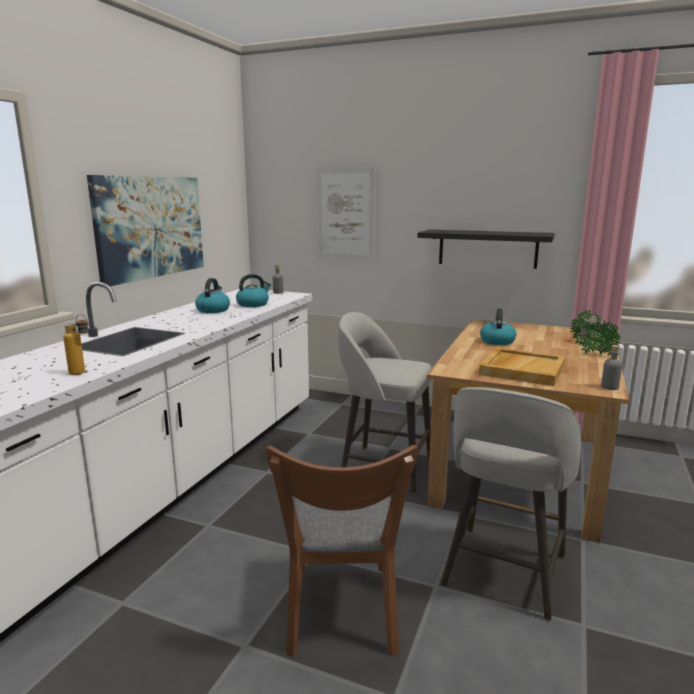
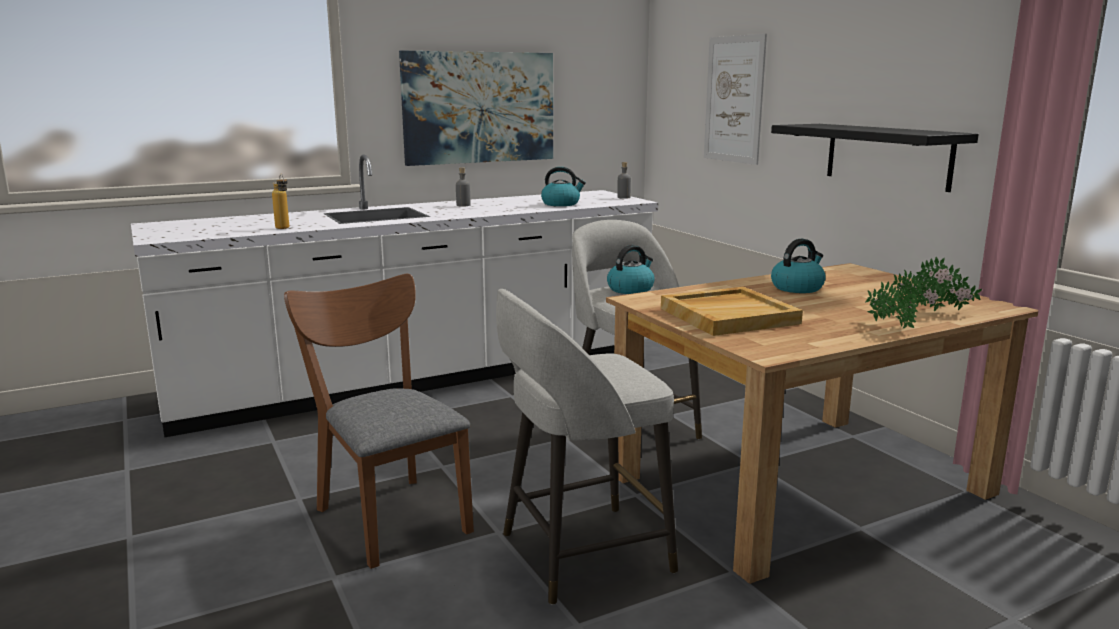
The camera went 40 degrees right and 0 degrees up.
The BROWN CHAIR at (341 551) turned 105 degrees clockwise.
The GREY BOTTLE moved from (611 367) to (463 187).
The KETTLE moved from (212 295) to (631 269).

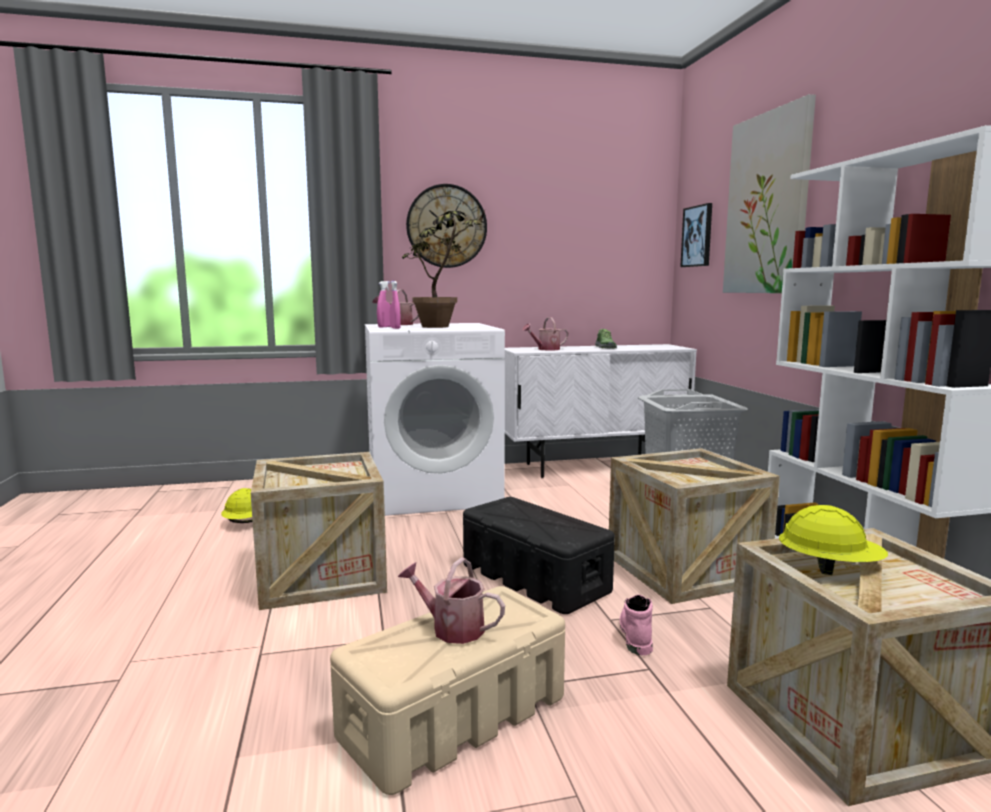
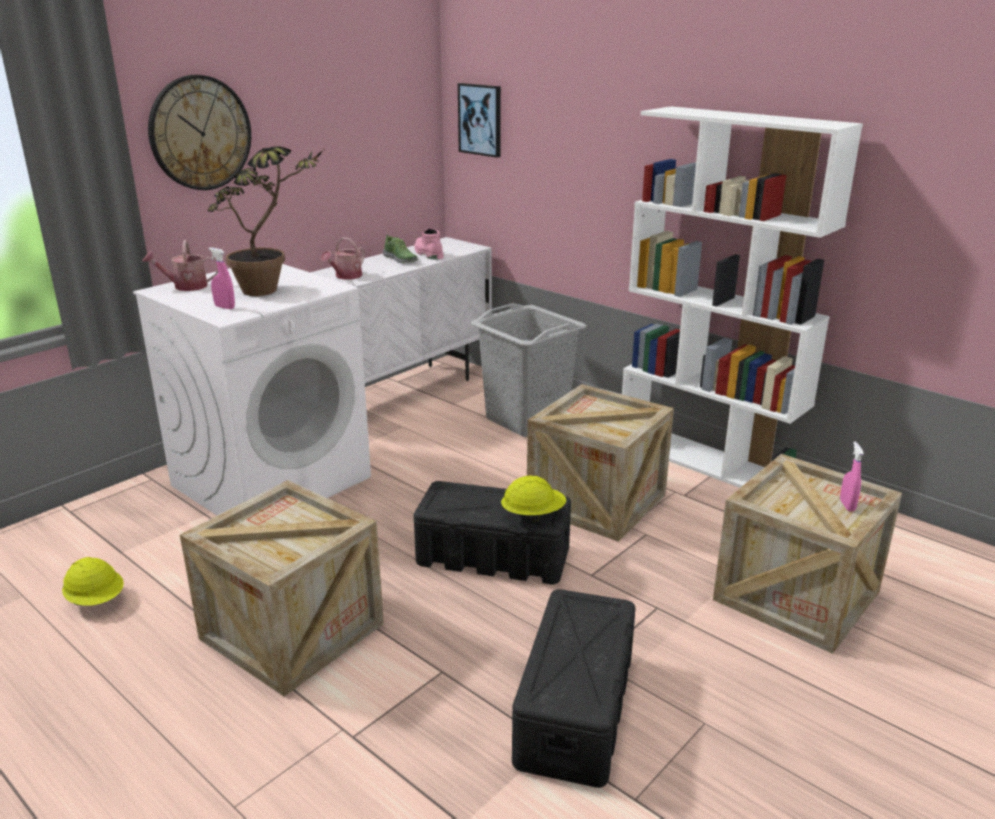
The camera went 35 degrees left and 15 degrees up.
The PINK BOOT moved from (636 625) to (429 244).
The YELLOW HARD HAT moved from (833 540) to (533 499).
The BEIGE STORAGE BOX at (447 690) became the BLACK STORAGE BOX at (573 688).
The PINK SPRAY BOTTLE moved from (383 304) to (852 477).
The WATERING CAN at (451 600) disappeared.
The PICTURE at (769 193) disappeared.

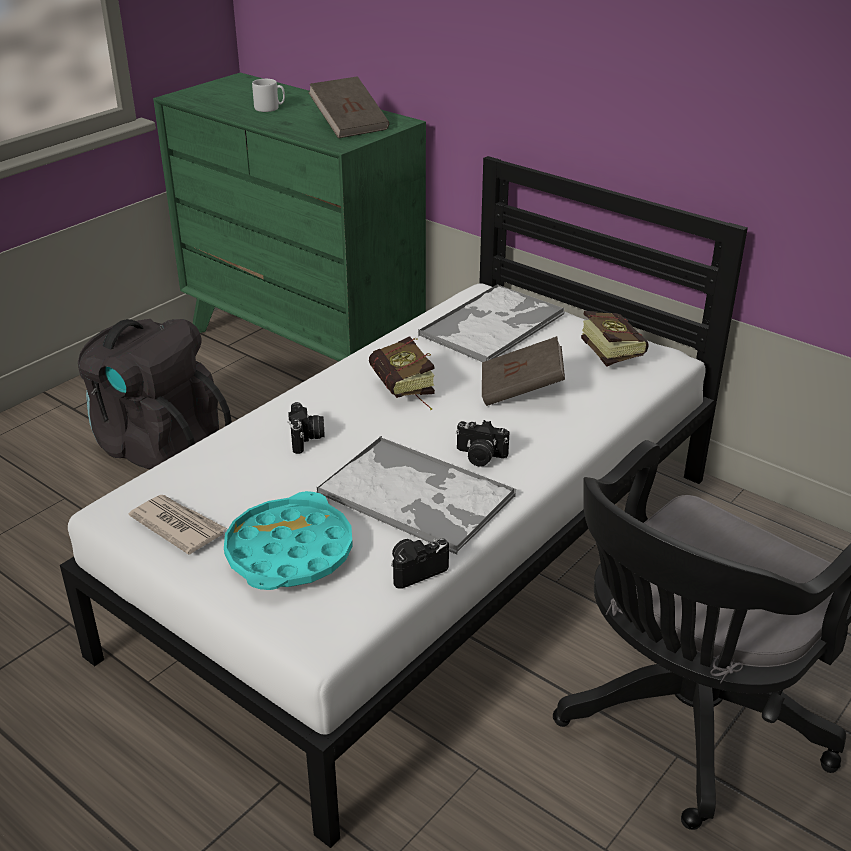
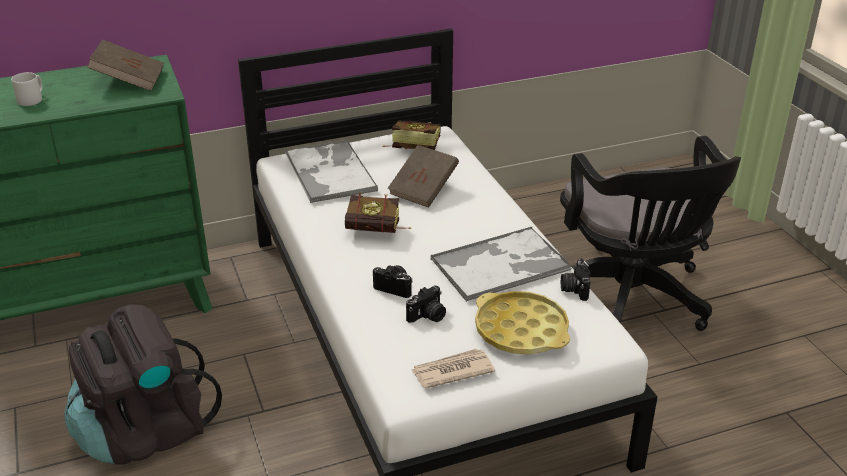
The camera went 60 degrees left and 0 degrees up.
The PHOTO CAMERA moved from (482 443) to (426 304).
The TURQUOISE TRAY at (288 540) became the YELLOW TRAY at (522 322).

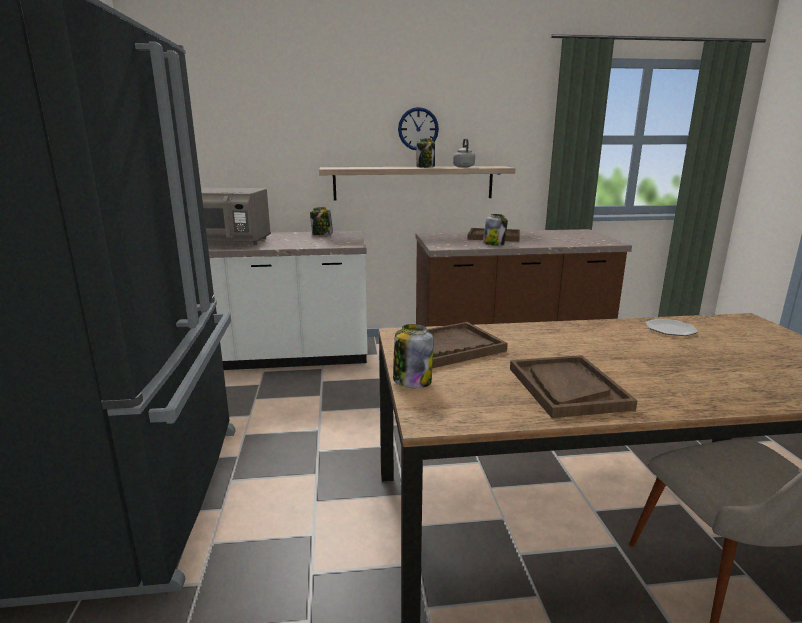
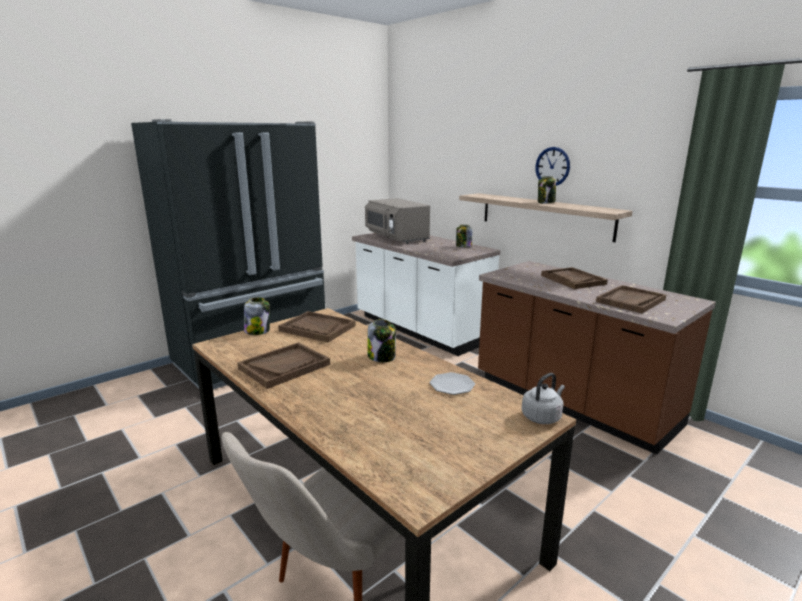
The camera went 55 degrees right and 0 degrees up.
The JAR moved from (495 230) to (381 340).
The GREY KETTLE moved from (464 152) to (543 398).
The BROWN TRAY at (631 299) appeared.

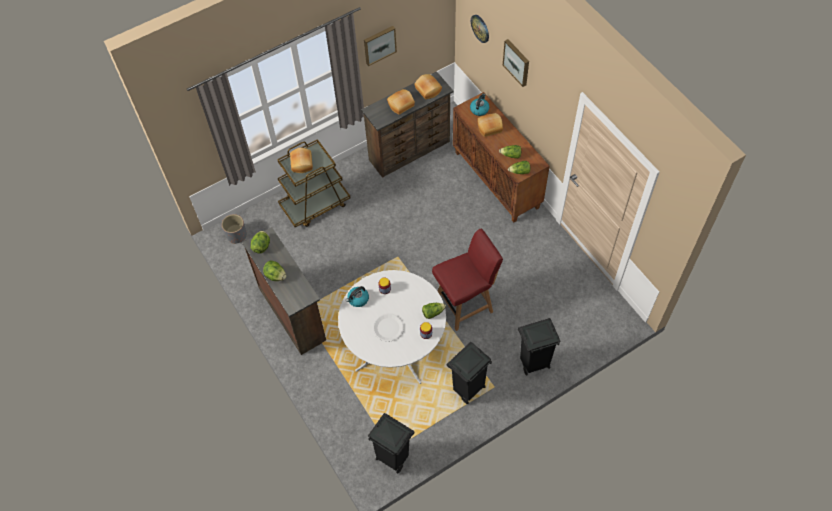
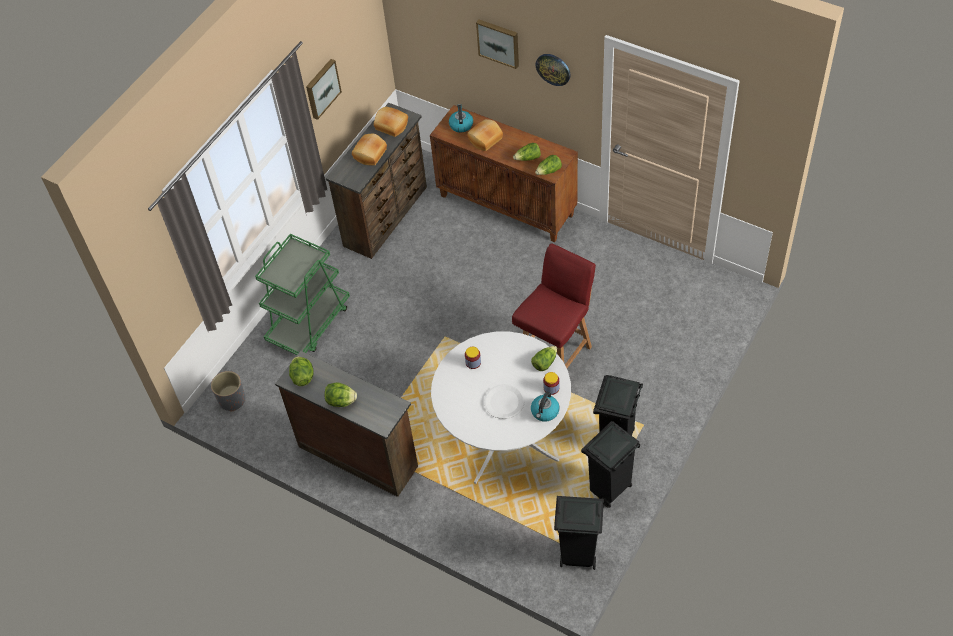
The camera went 25 degrees left and 5 degrees down.
The BROWN CART at (314 183) became the GREEN CART at (302 294).
The KETTLE moved from (357 296) to (545 406).
The WALL CLOCK moved from (480 29) to (553 70).
The BLACK TRASH CAN moved from (539 347) to (610 464).
The BREAD at (301 160) disappeared.

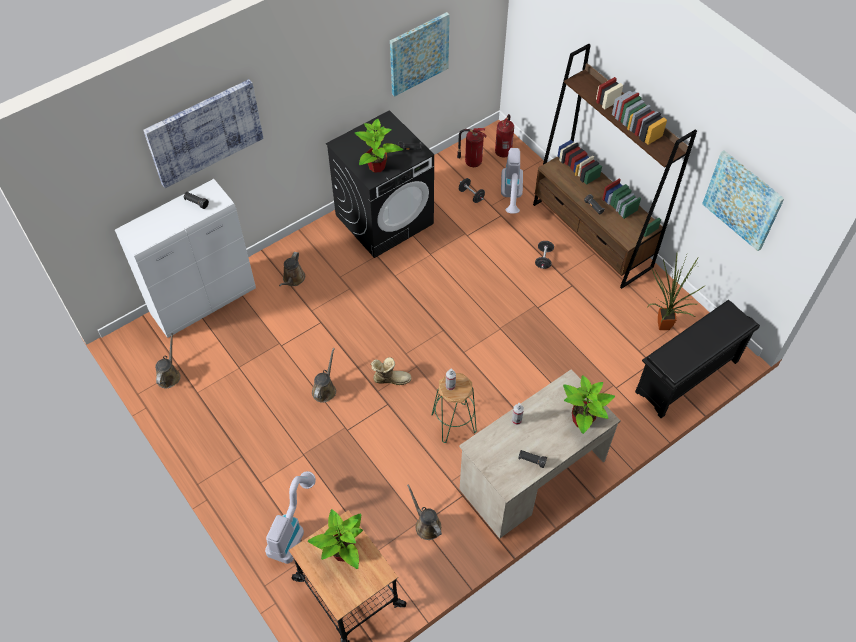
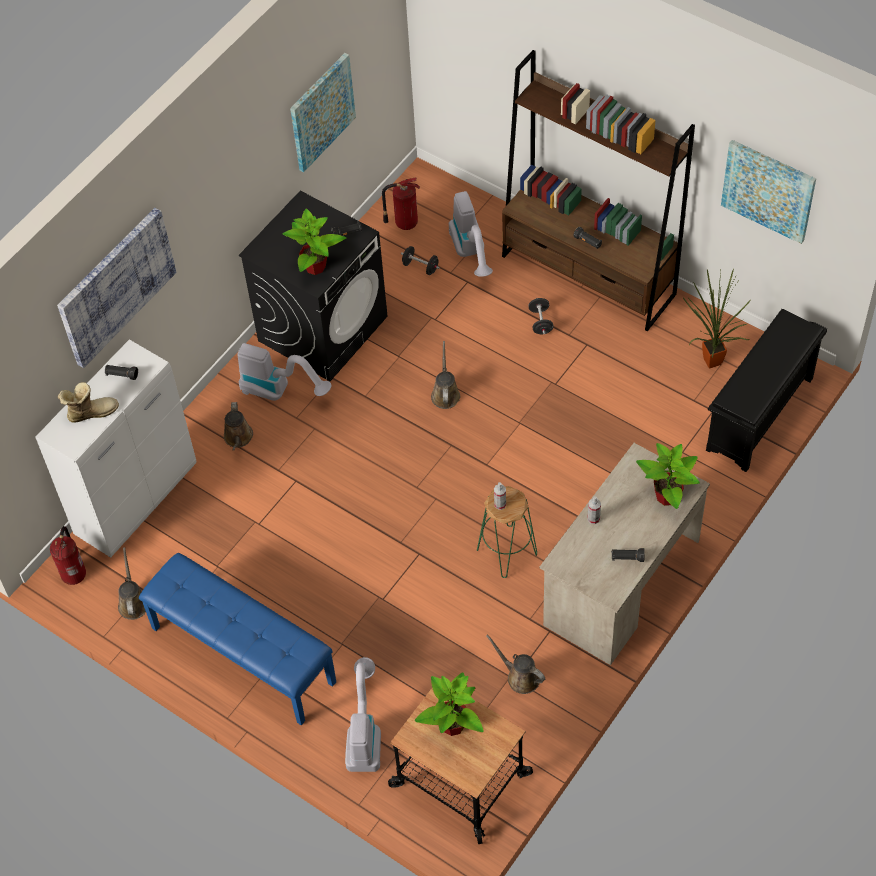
The camera went 15 degrees left and 0 degrees up.
The FIRE EXTINGUISHER moved from (504 135) to (68 555).
The BOOT moved from (391 371) to (88 402).
The BLUE BENCH at (237 639) appeared.
The VACUUM CLEANER at (284 372) appeared.
The BROWN WATERING CAN moved from (324 375) to (445 375).

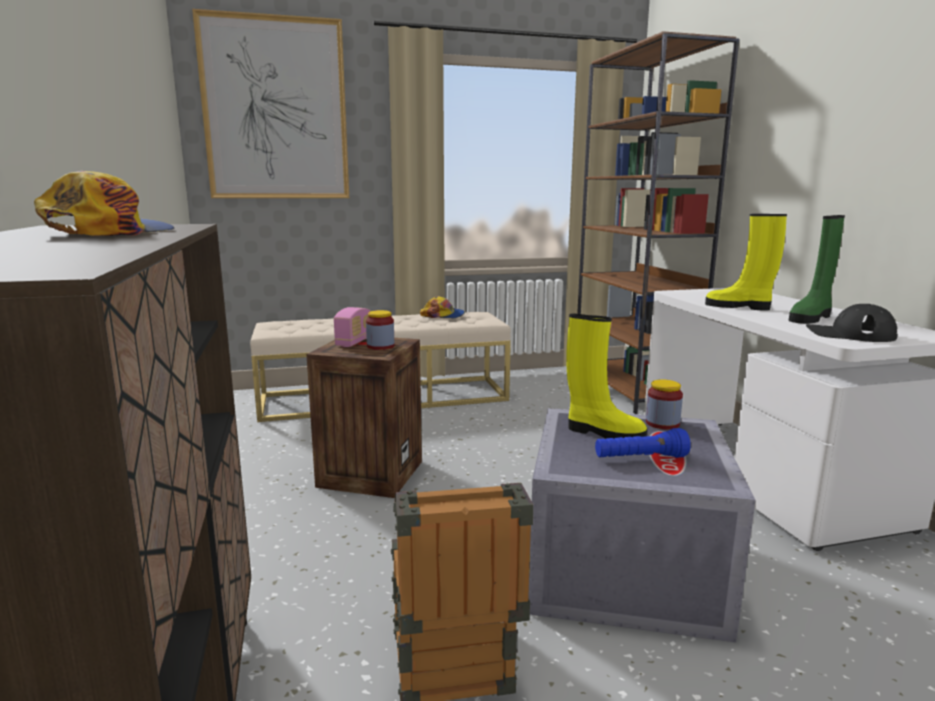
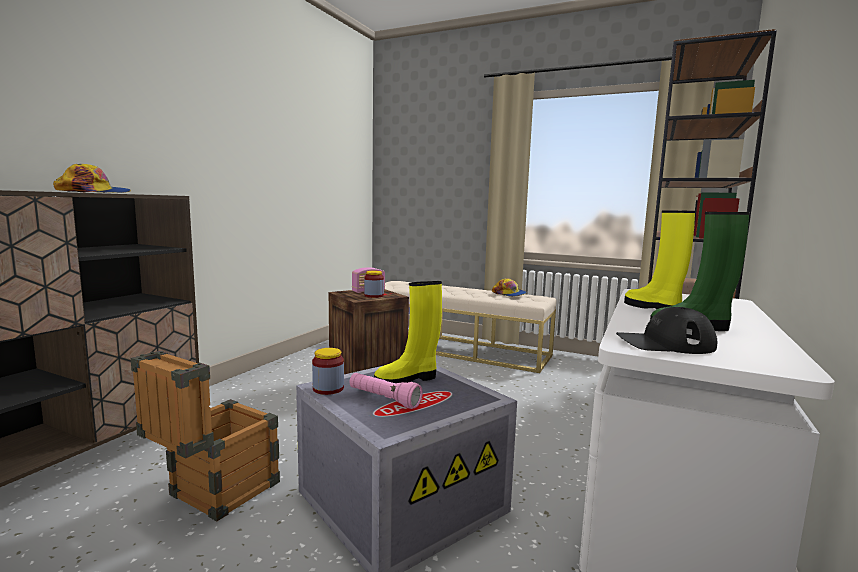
The camera went 40 degrees right and 5 degrees down.
The JAR moved from (664 404) to (328 371).
The BLUE FLASHLIGHT at (643 443) became the PINK FLASHLIGHT at (386 391).
The YELLOW BOOT at (606 376) turned 90 degrees clockwise.
The BLACK CAP at (852 323) turned 60 degrees counterclockwise.
The PICTURE at (270 103) disappeared.

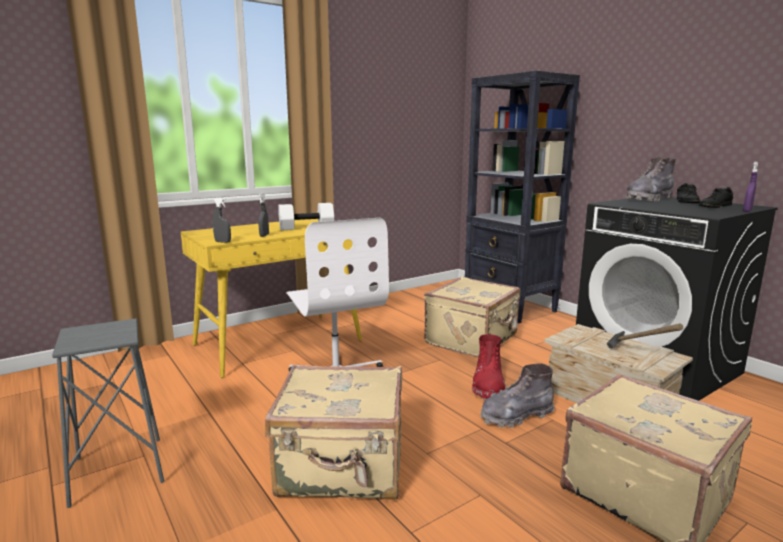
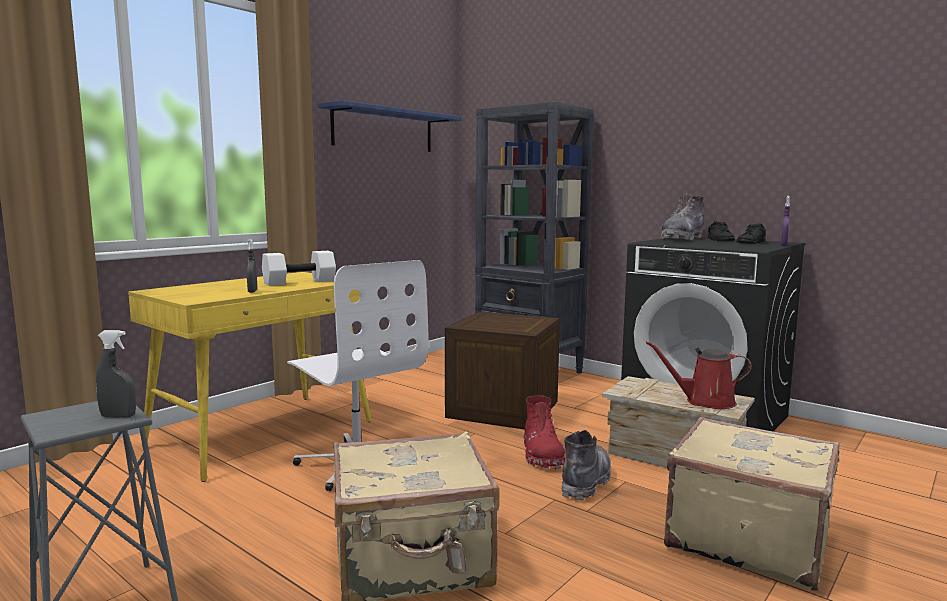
The camera went 15 degrees left and 5 degrees down.
The GREY SPRAY BOTTLE moved from (222 220) to (116 374).
The BLUE SHELF at (390 126) appeared.
The BEIGE SUITCASE at (472 317) was replaced by the CRATE at (502 371).
The GREY BOOT at (518 395) turned 150 degrees clockwise.
The HAMMER at (645 335) was replaced by the RED WATERING CAN at (699 375).

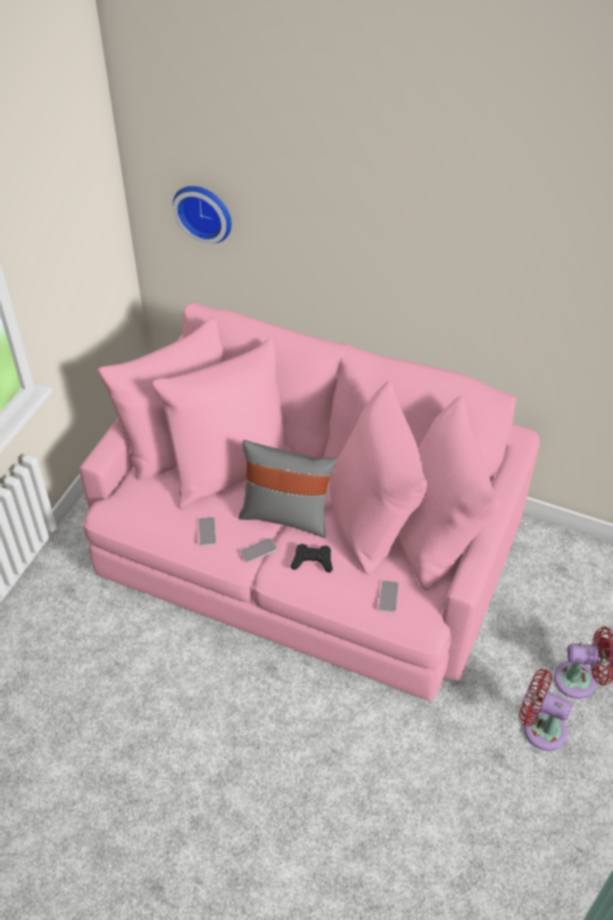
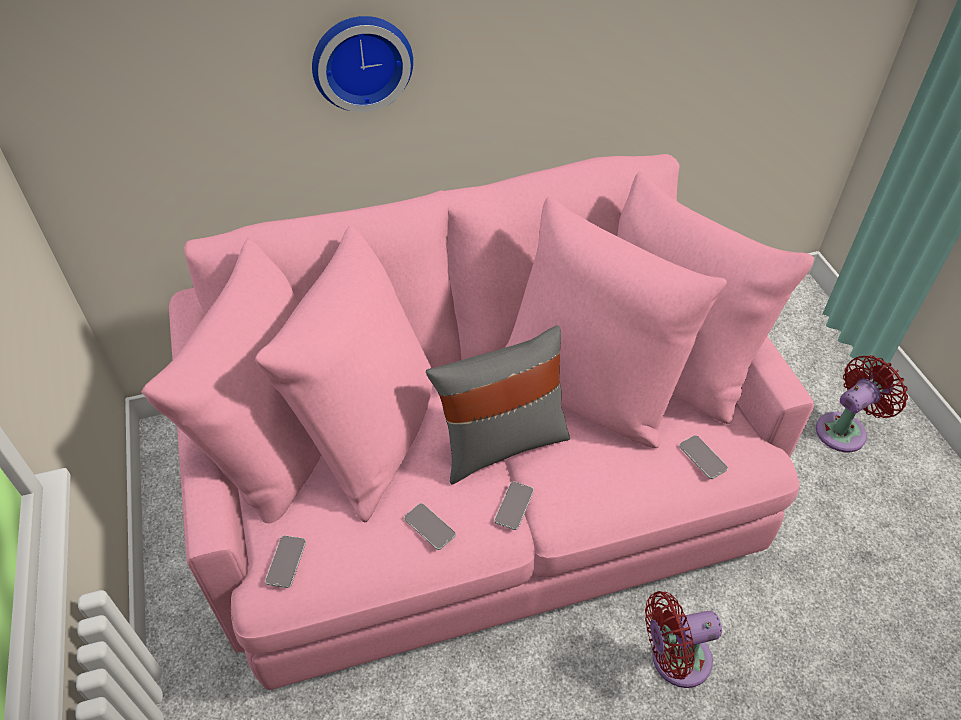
The camera went 40 degrees left and 0 degrees up.
The PHONE at (285 562) appeared.
The WALL CLOCK moved from (202 215) to (362 64).
The RED FAN moved from (545 710) to (683 639).
The BLACK GAME CONTROLLER at (312 558) disappeared.

